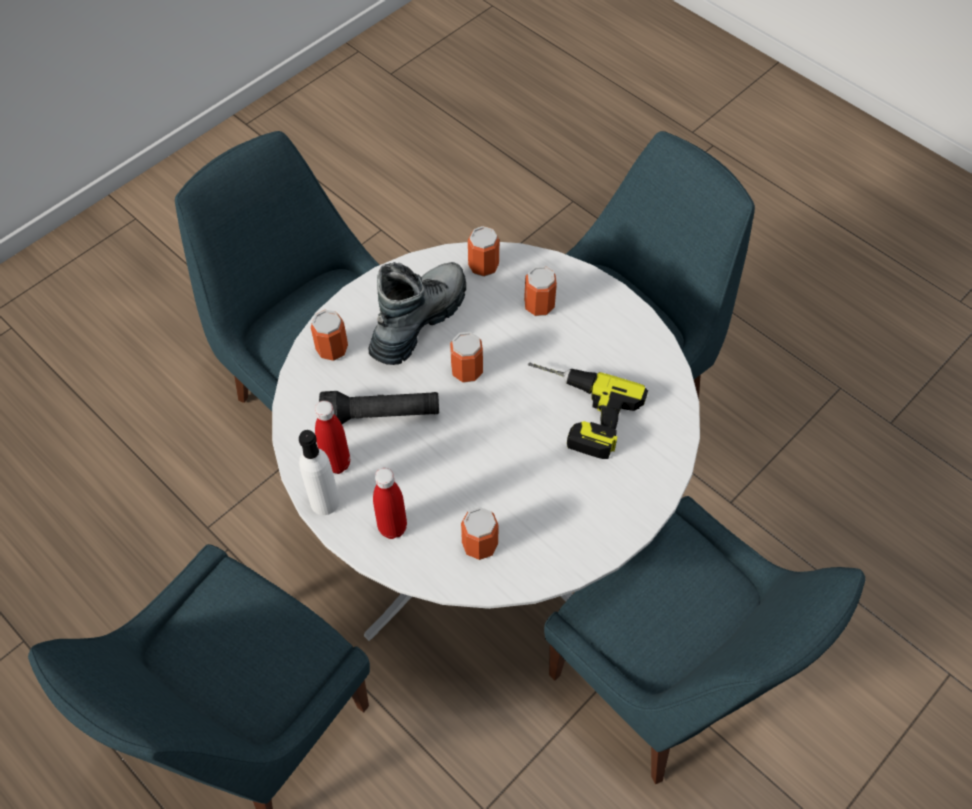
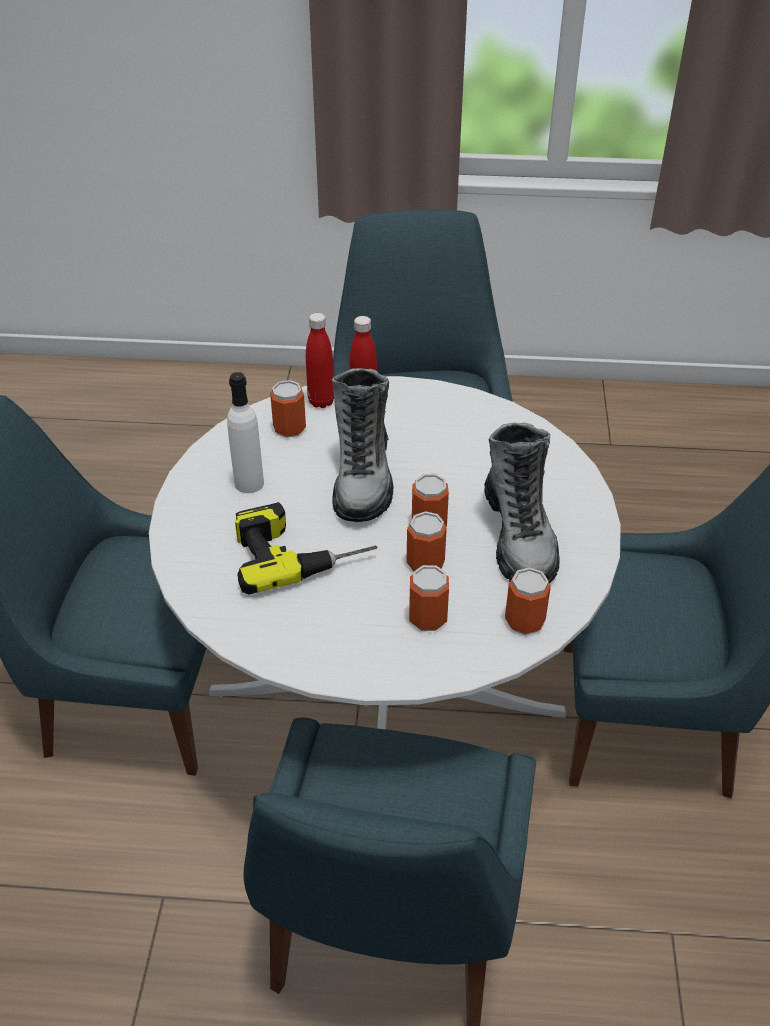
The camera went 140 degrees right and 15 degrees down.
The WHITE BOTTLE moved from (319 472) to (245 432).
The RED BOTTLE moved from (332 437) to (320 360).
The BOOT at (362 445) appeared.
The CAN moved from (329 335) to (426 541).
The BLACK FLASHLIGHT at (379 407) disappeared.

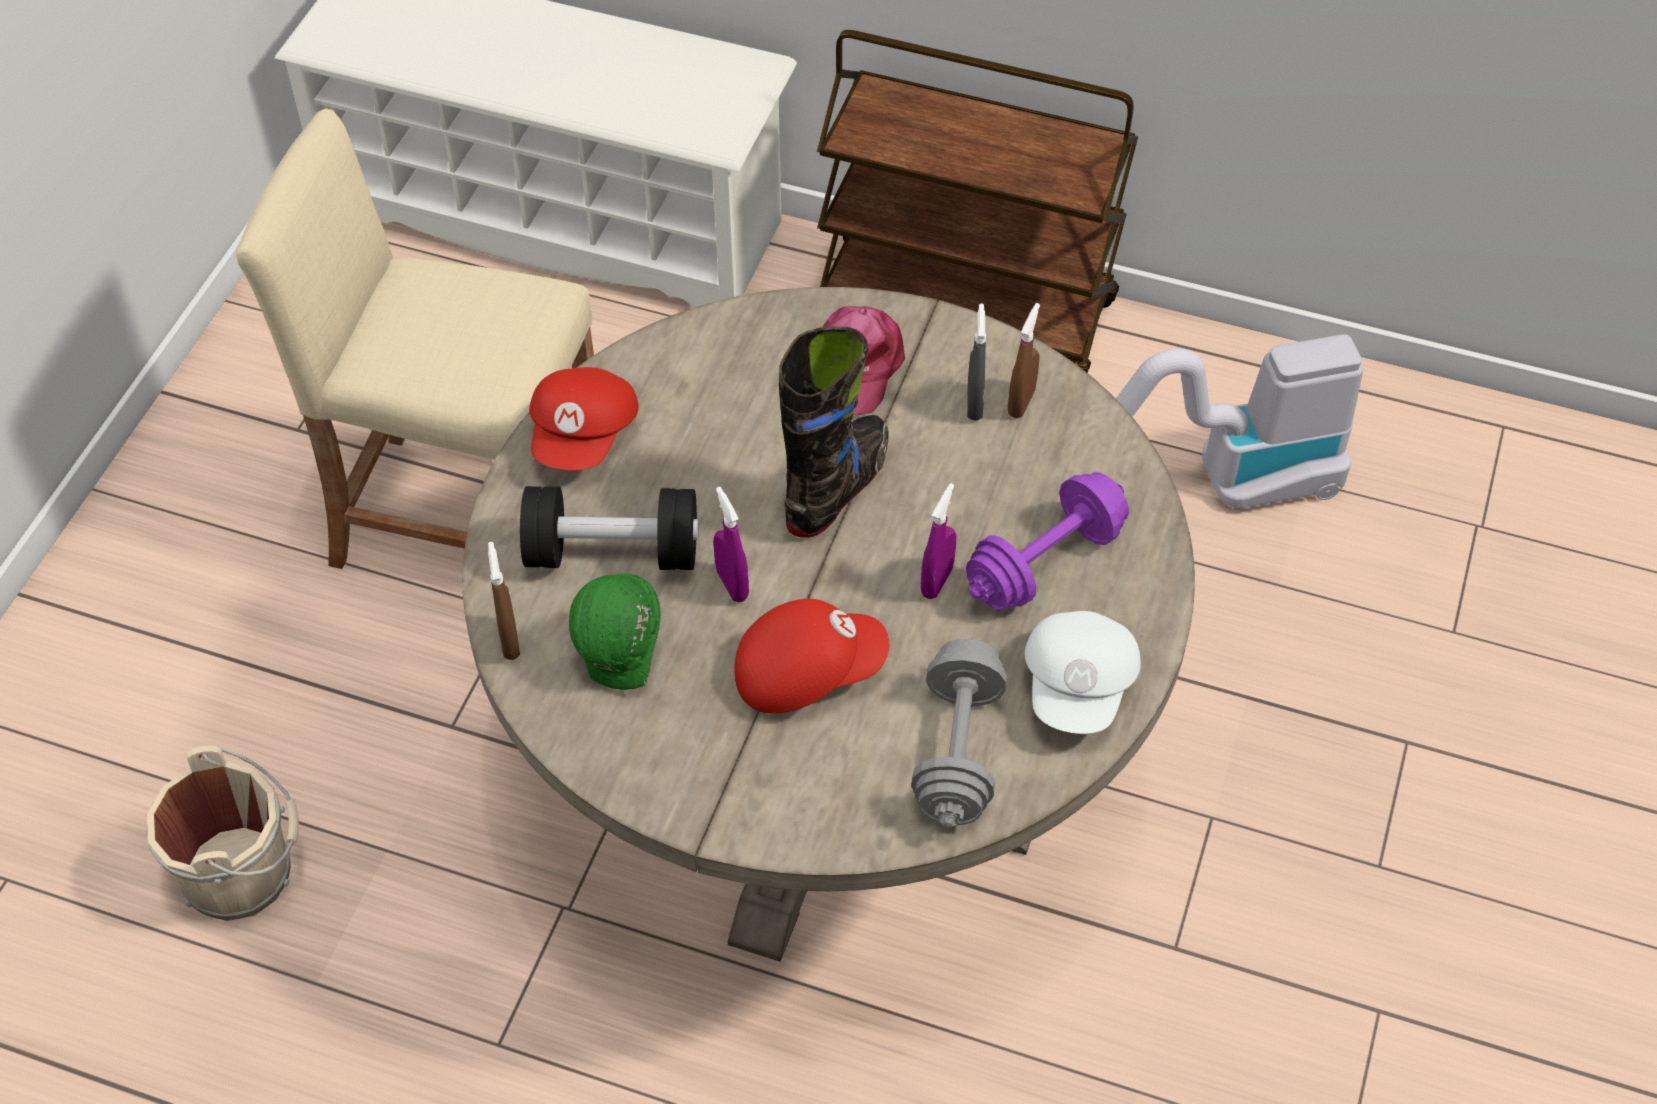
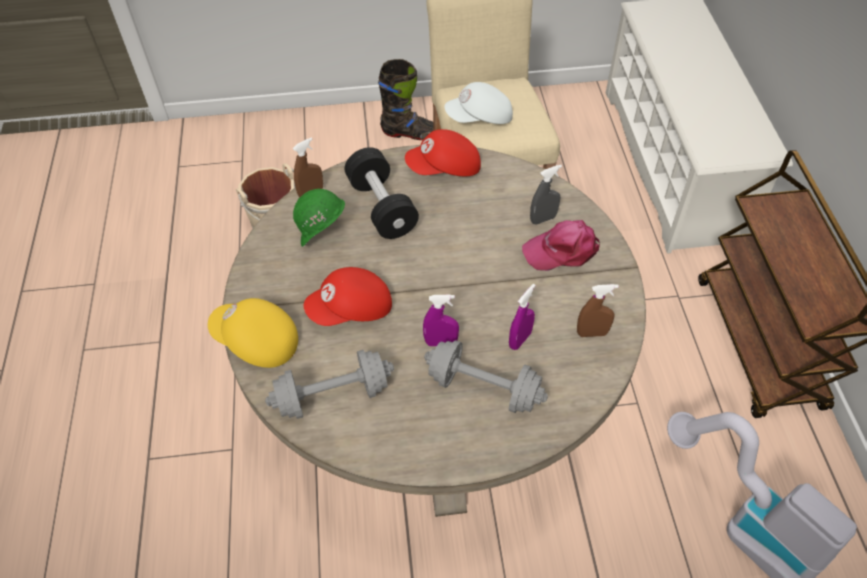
The camera went 65 degrees right and 0 degrees up.
The YELLOW CAP at (253 333) appeared.
The RED CAP at (812 656) turned 105 degrees clockwise.
The BLACK BOOT moved from (834 432) to (405 99).
The PURPLE DUMBBELL at (1047 541) became the GREY DUMBBELL at (486 376).
The WHITE CAP moved from (1083 672) to (478 103).
The PURPLE SPRAY BOTTLE moved from (731 544) to (522 317).
The GREY SPRAY BOTTLE moved from (976 362) to (546 195).

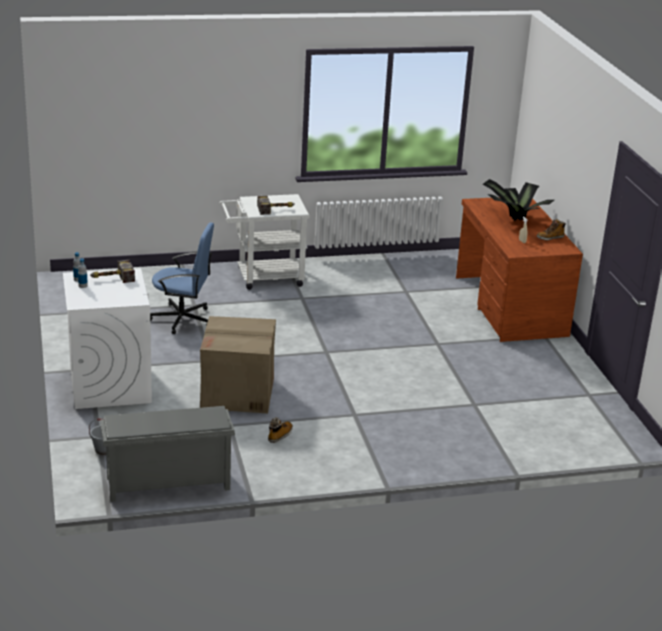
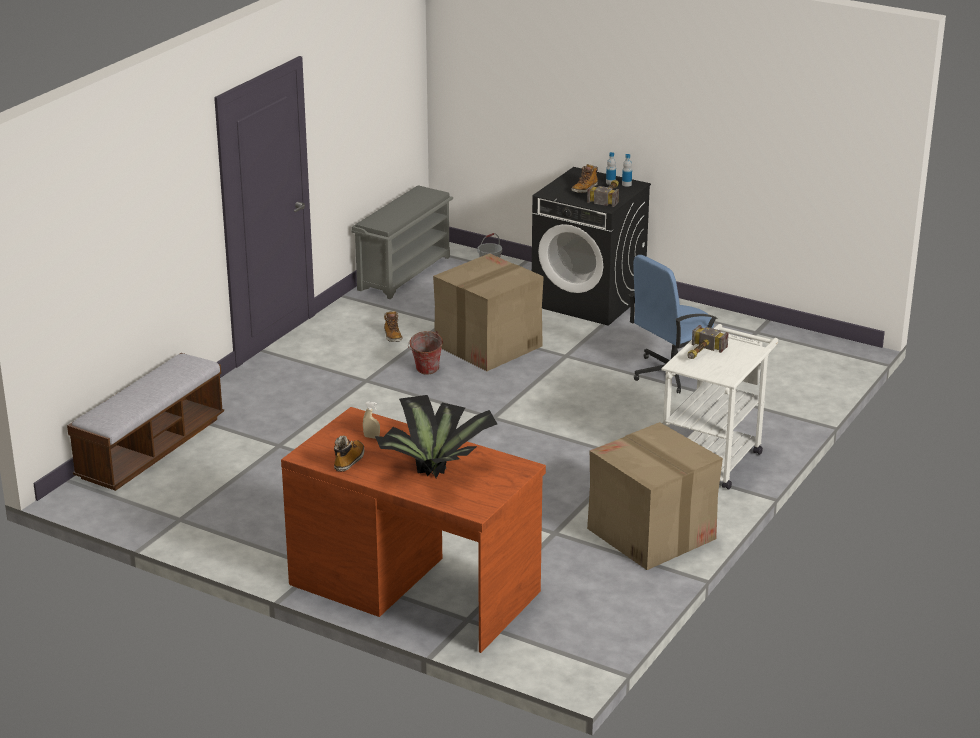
The camera went 135 degrees right and 0 degrees up.
The BENCH at (145 422) appeared.
The BUCKET at (425 353) appeared.
The WHITE WASHING MACHINE at (107 338) became the BLACK WASHING MACHINE at (591 246).
The BOOT at (585 178) appeared.
The CARDBOARD BOX at (655 496) appeared.

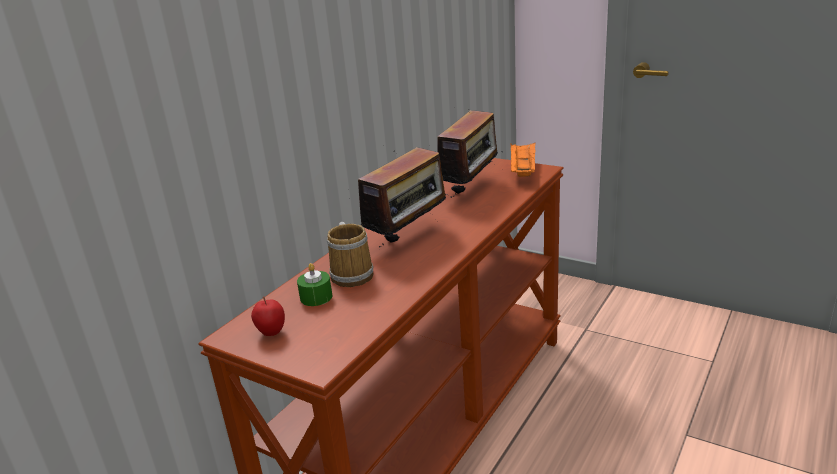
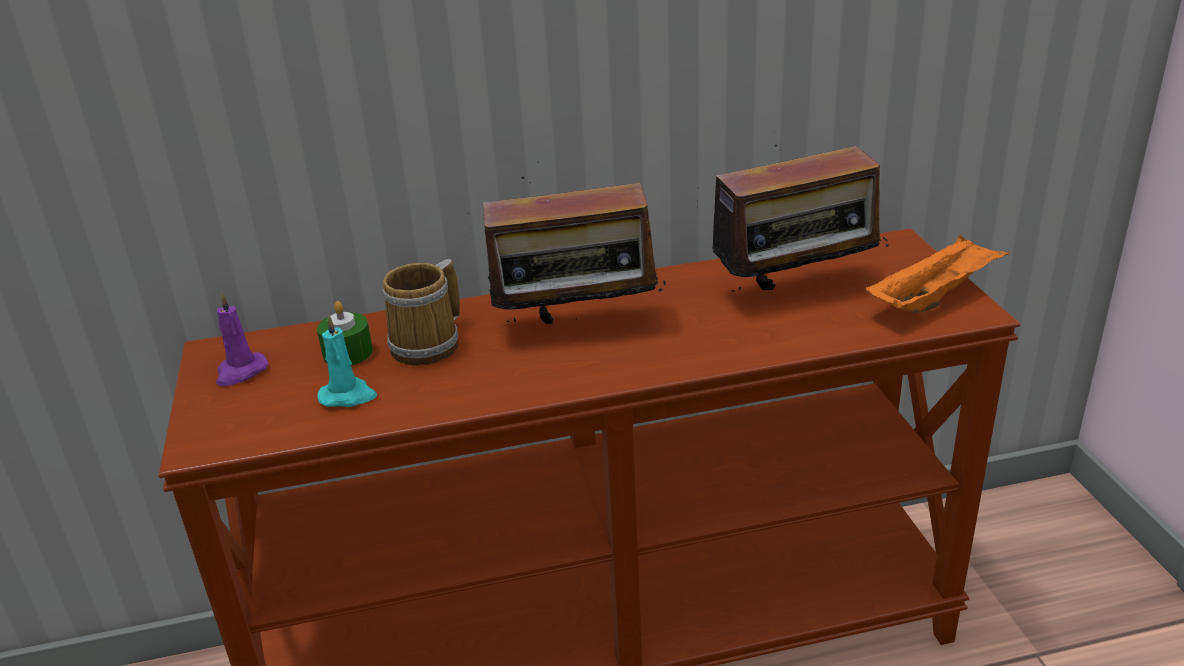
The camera went 45 degrees right and 5 degrees up.
The APPLE at (268 316) was replaced by the PURPLE CANDLE at (242 339).
The TURQUOISE CANDLE at (347 361) appeared.

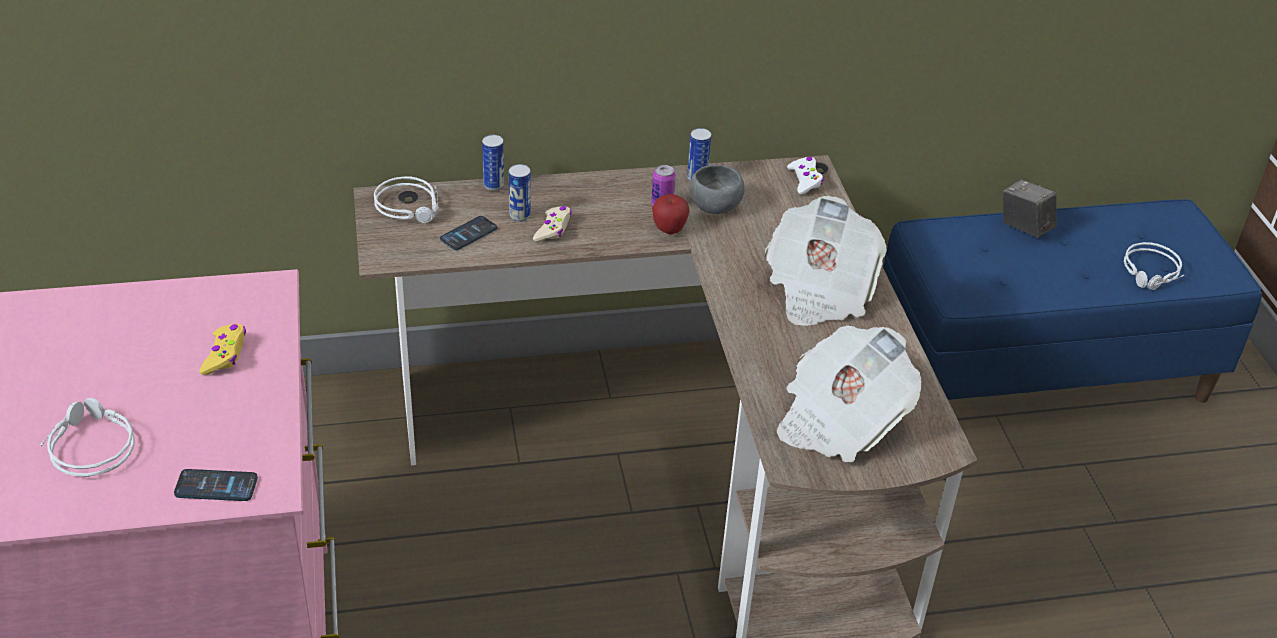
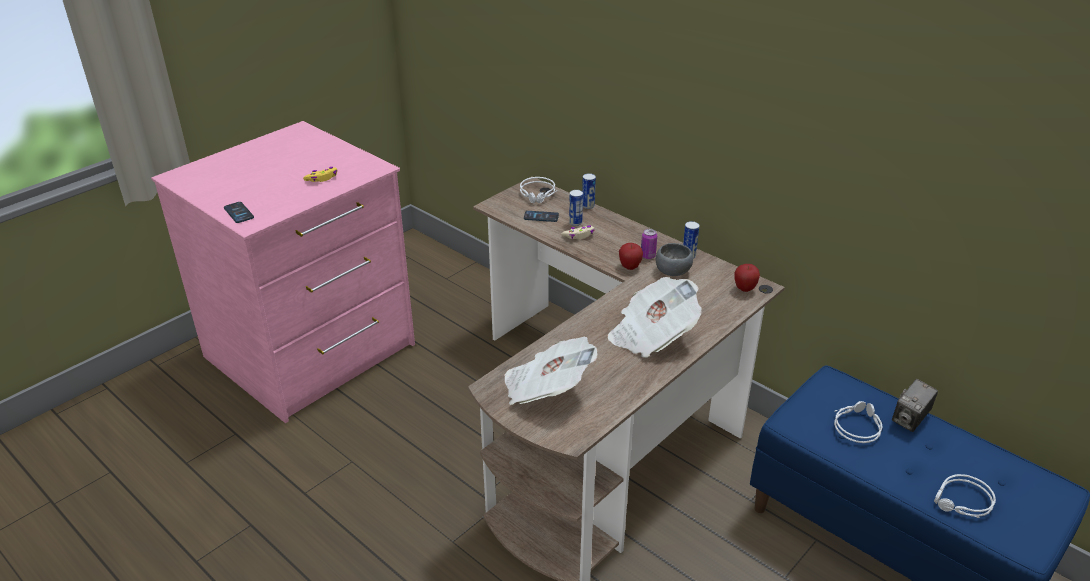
The camera went 55 degrees right and 5 degrees down.
The WHITE GAME CONTROLLER at (805 175) was replaced by the APPLE at (747 278).
The GREY HEADPHONES moved from (88 437) to (858 422).
The PHOTO CAMERA at (1030 209) turned 150 degrees counterclockwise.

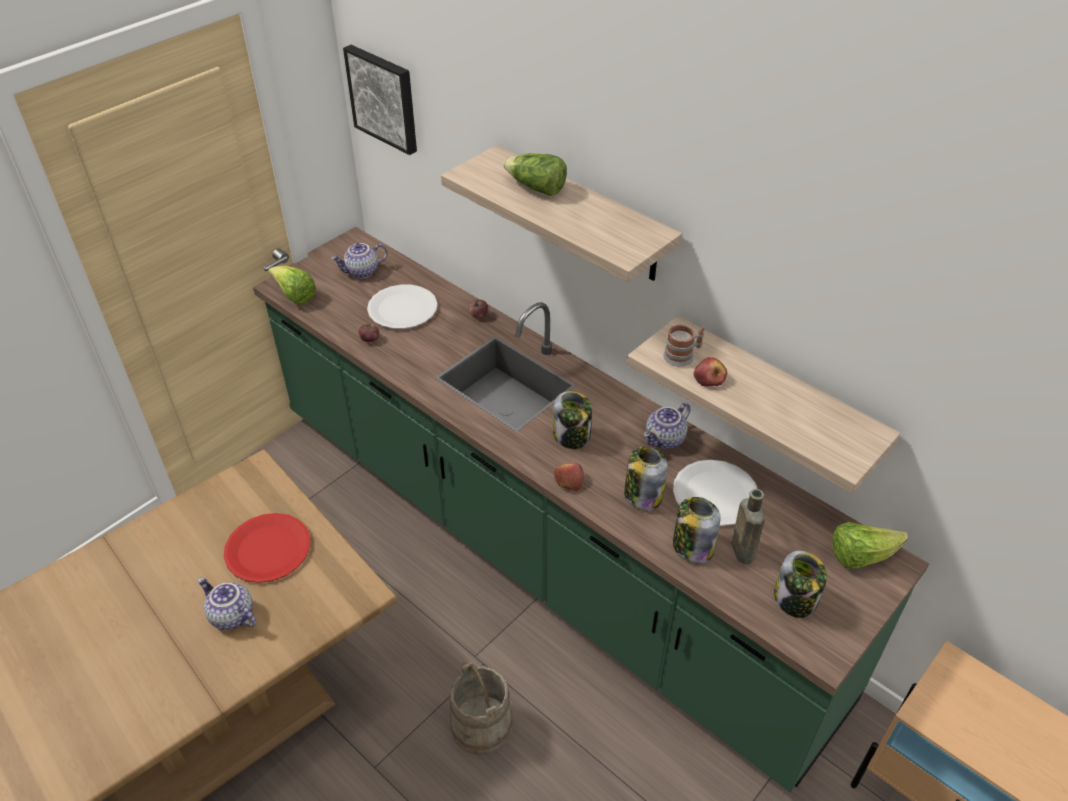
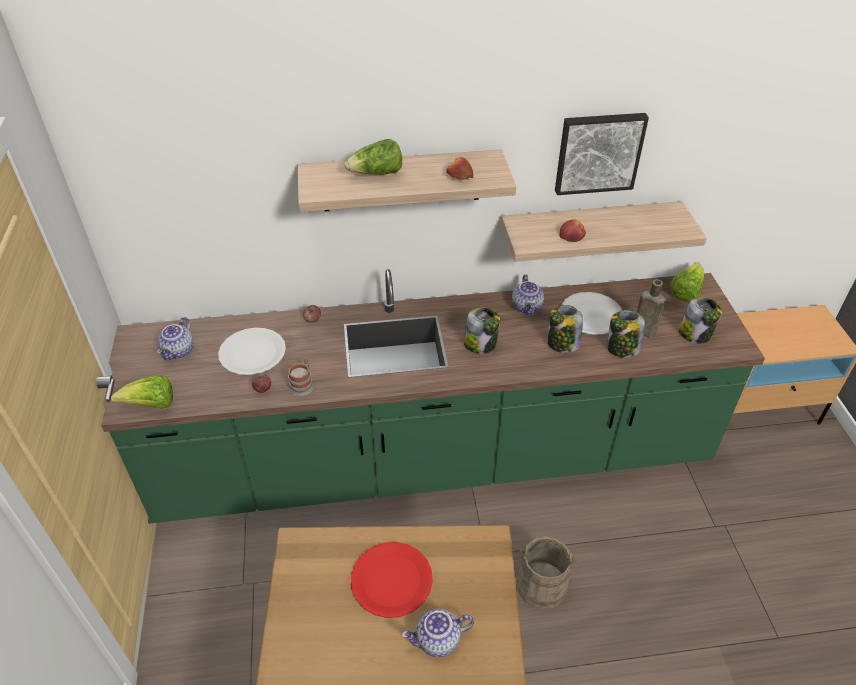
The camera went 50 degrees left and 0 degrees up.
The MUG moved from (684 346) to (300 376).
The APPLE moved from (569 477) to (460 168).
The PICTURE moved from (380 100) to (602 154).

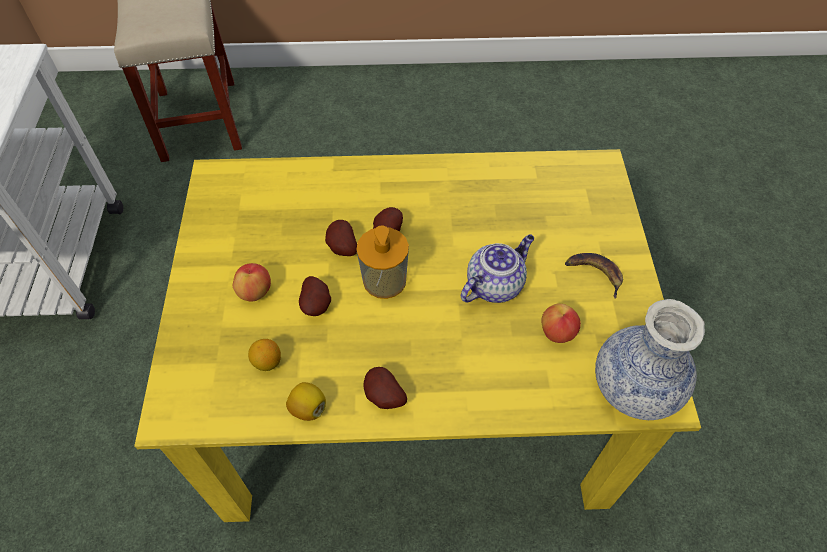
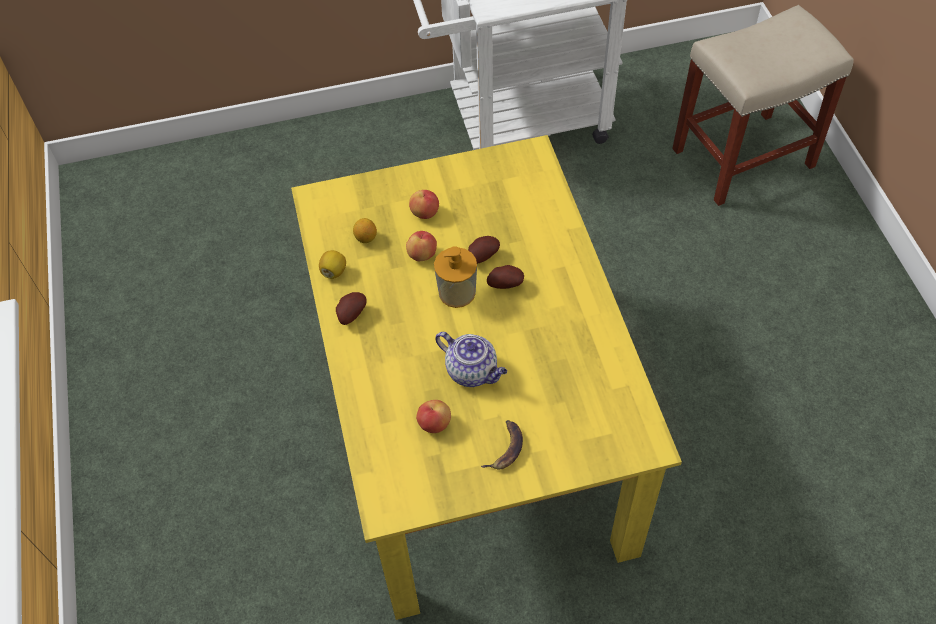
The camera went 80 degrees right and 0 degrees up.
The POTATO at (315 296) was replaced by the APPLE at (421 246).
The VASE at (650 359) disappeared.

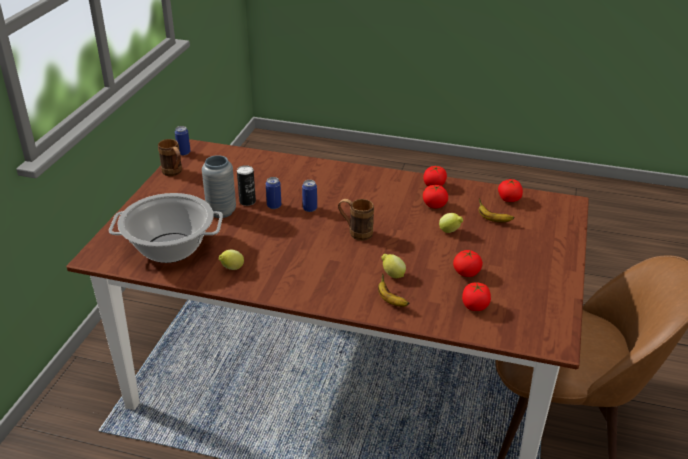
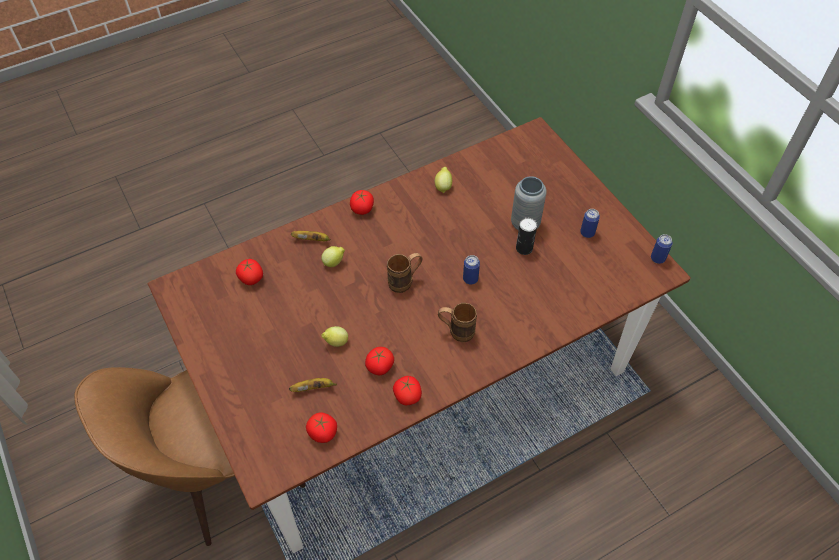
The camera went 135 degrees right and 20 degrees up.
The TOMATO moved from (468 263) to (362 202).
The BROWN MUG moved from (170 157) to (457 322).
The CAN moved from (273 193) to (590 223).
The COOKING POT at (166 228) disappeared.

